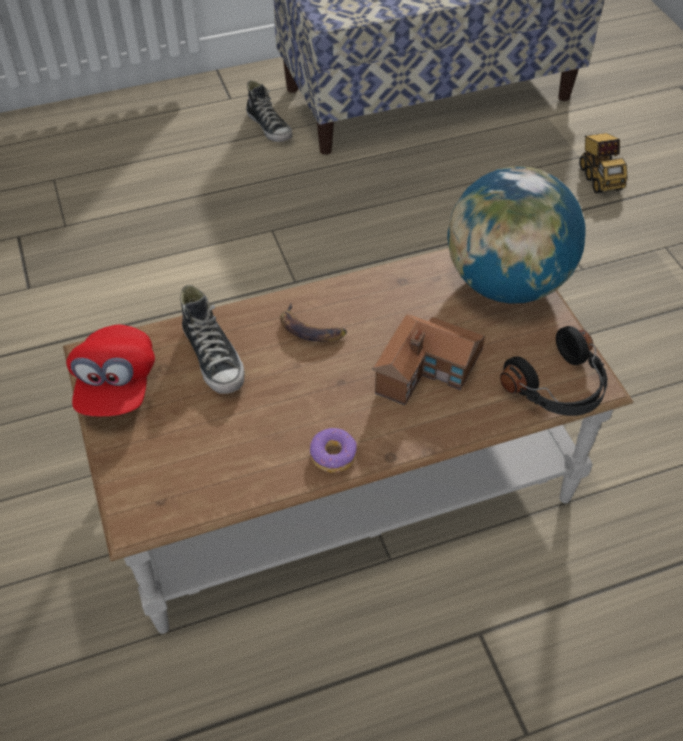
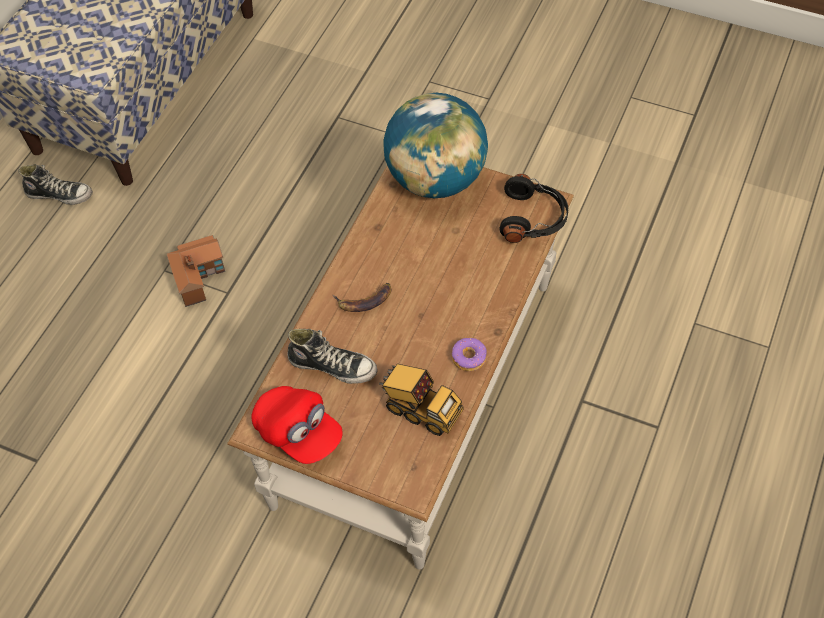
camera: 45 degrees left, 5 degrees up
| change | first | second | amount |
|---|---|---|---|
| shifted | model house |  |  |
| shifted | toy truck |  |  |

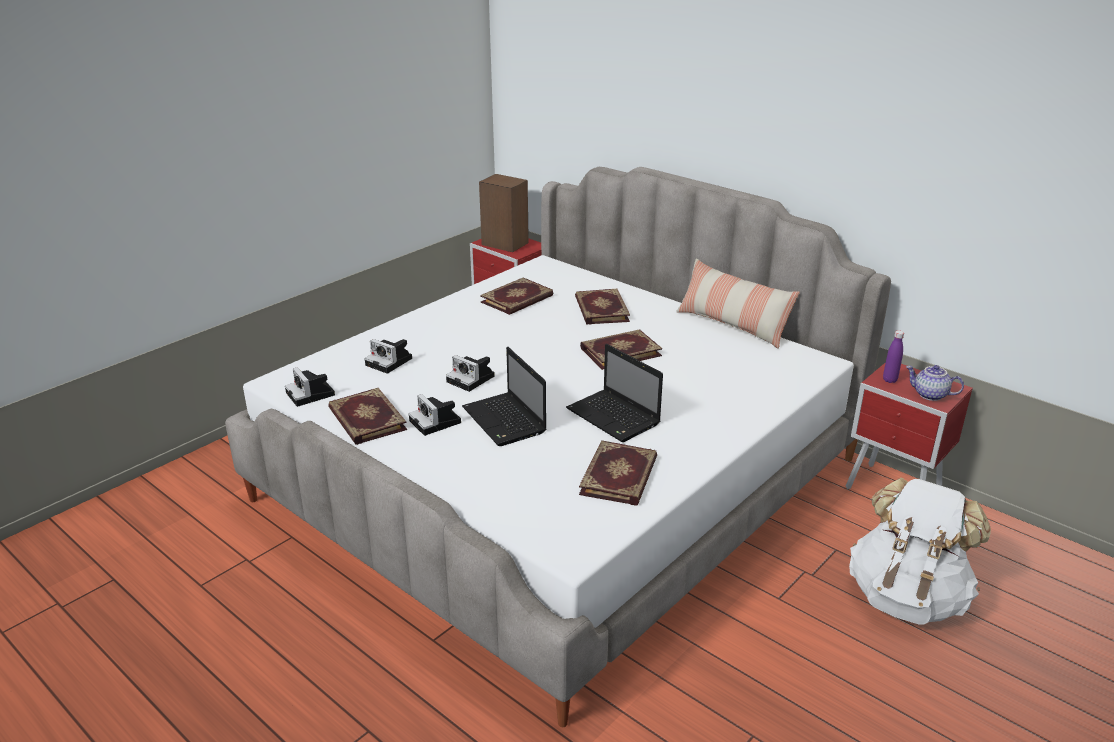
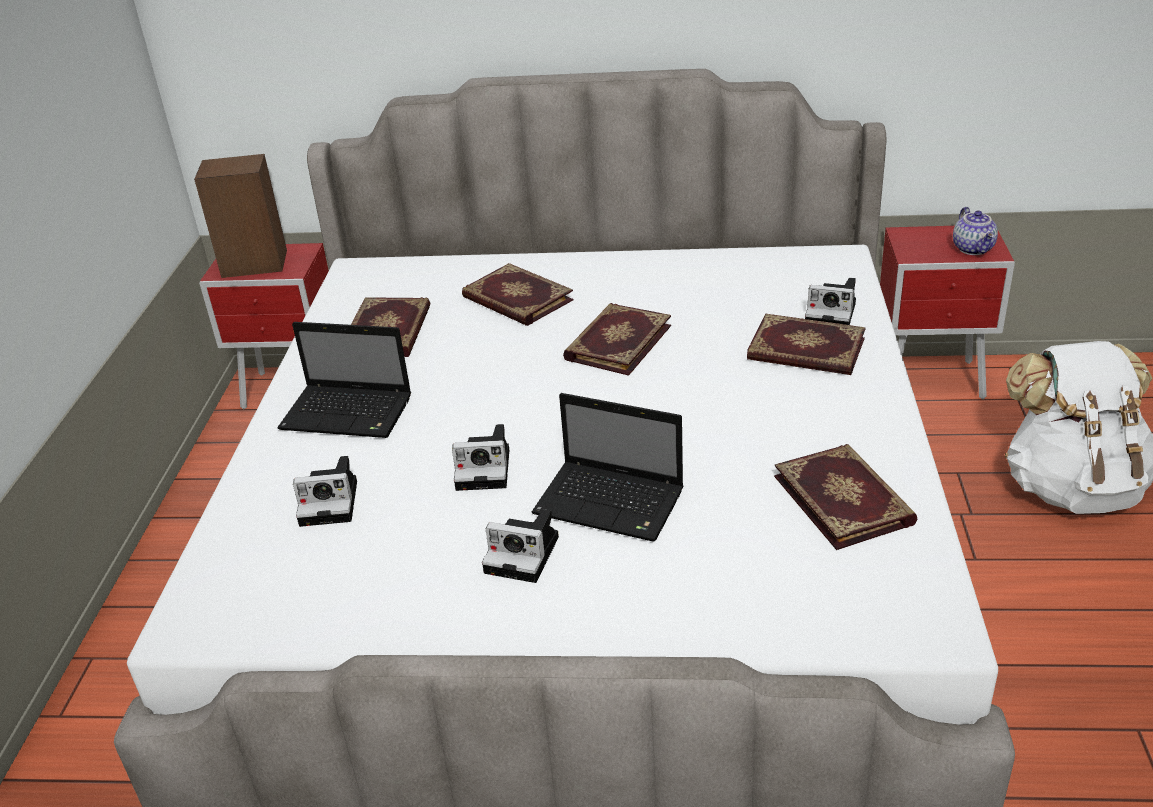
camera: 35 degrees left, 5 degrees up
| change | first | second | amount |
|---|---|---|---|
| shifted | notebook computer (no. 2 from left in the first image) | notebook computer (no. 1 from left) |  |
| shifted | volume (no. 1 from left in the first image) | volume (no. 4 from left) |  |
| shifted | still camera (no. 1 from left in the first image) | still camera (no. 4 from left) |  |
| rotated | tea pot |  | 90 degrees counterclockwise |
| gone | pillow |  |  |
| gone | purple-coloured drink bottle |  |  |

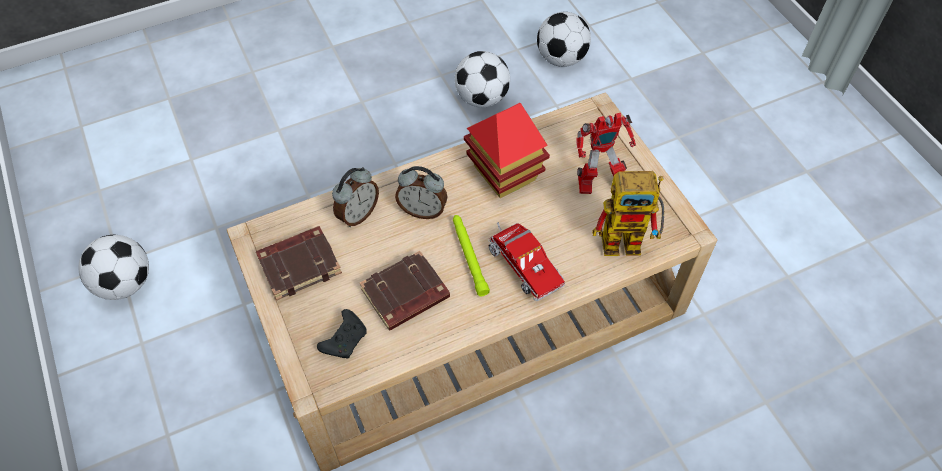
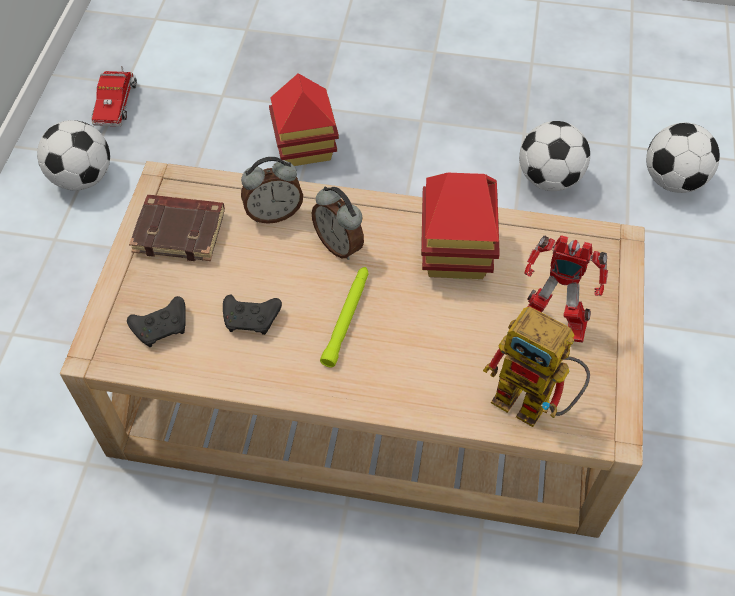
camera: 35 degrees right, 0 degrees up
| change | first | second | amount |
|---|---|---|---|
| shifted | toy truck |  |  |
| swapped | brownish volume (no. 2 from left) | black-coloured joypad (no. 2 from left) |  |
| new |  | model house (no. 1 from left) |  |

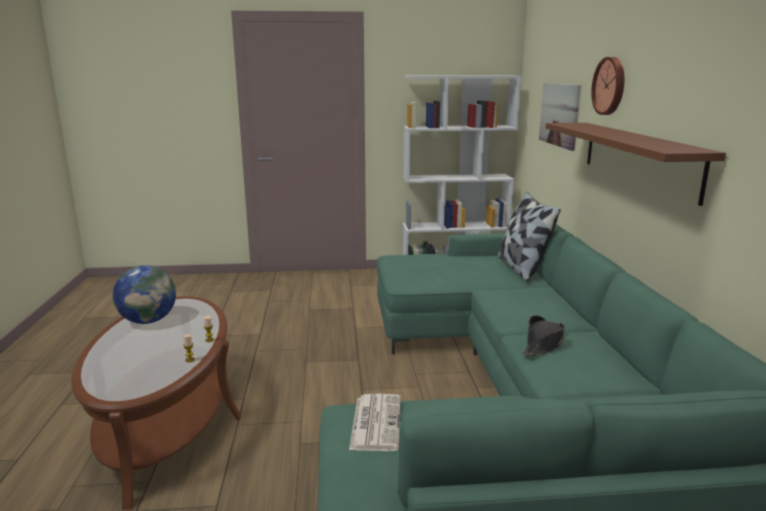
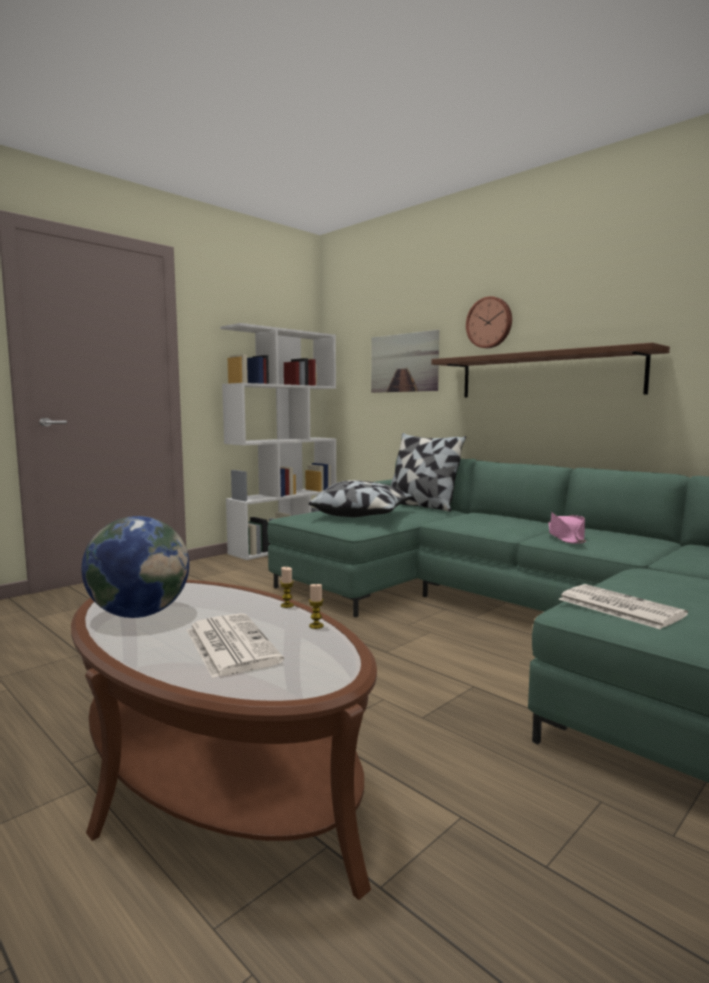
camera: 40 degrees left, 10 degrees down
| change | first | second | amount |
|---|---|---|---|
| new |  | daily paper (no. 1 from left) |  |
| new |  | pillow (no. 1 from left) |  |
| repainted | black-coloured hat | pink-coloured hat |  |

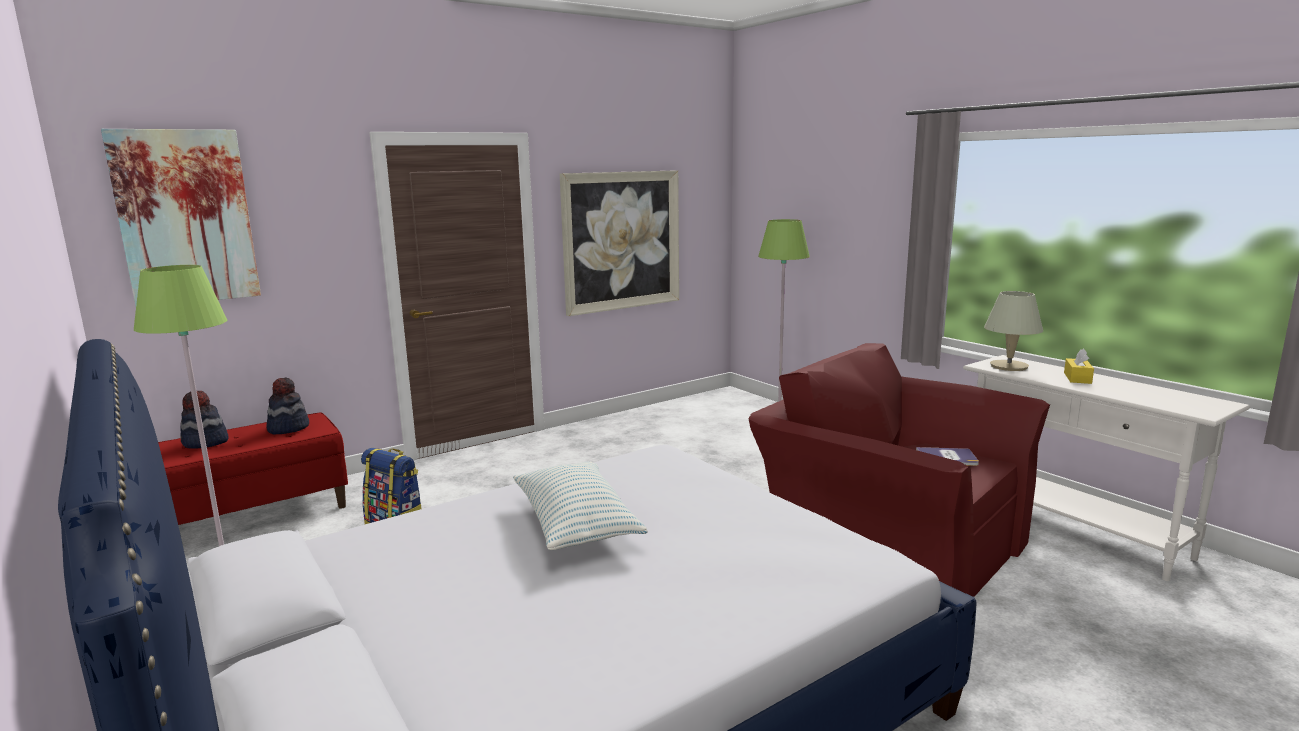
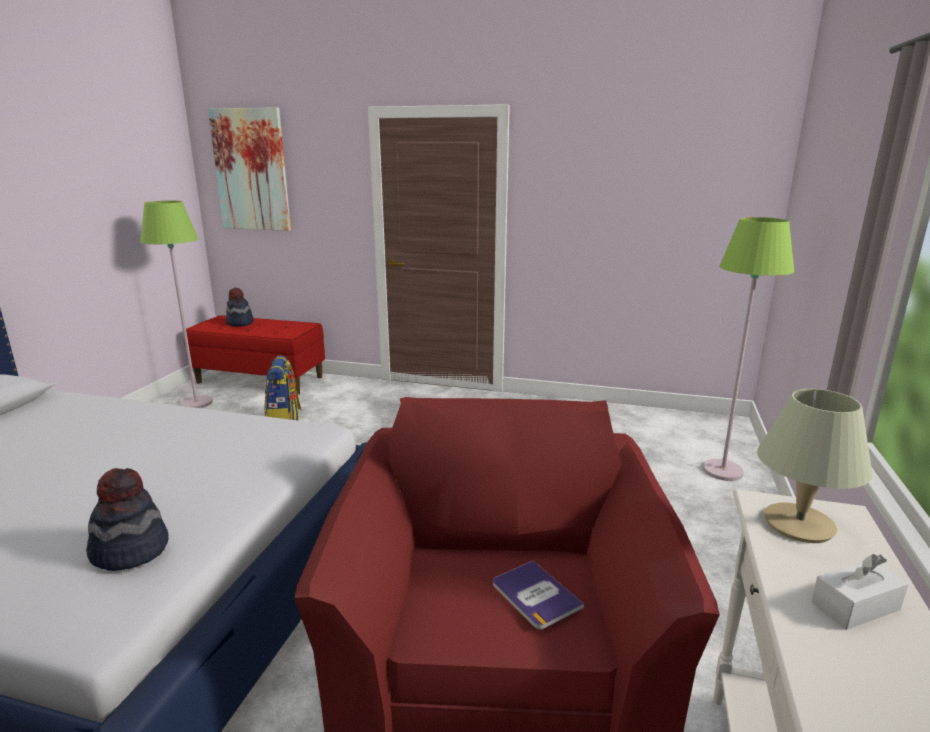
camera: 50 degrees right, 5 degrees up
| change | first | second | amount |
|---|---|---|---|
| shifted | hat (no. 2 from left in the first image) | hat (no. 1 from left) |  |
| repainted | yellowish tissue holder | whitish tissue holder |  |
| gone | pillow |  |  |
| gone | wall picture (no. 2 from left) |  |  |

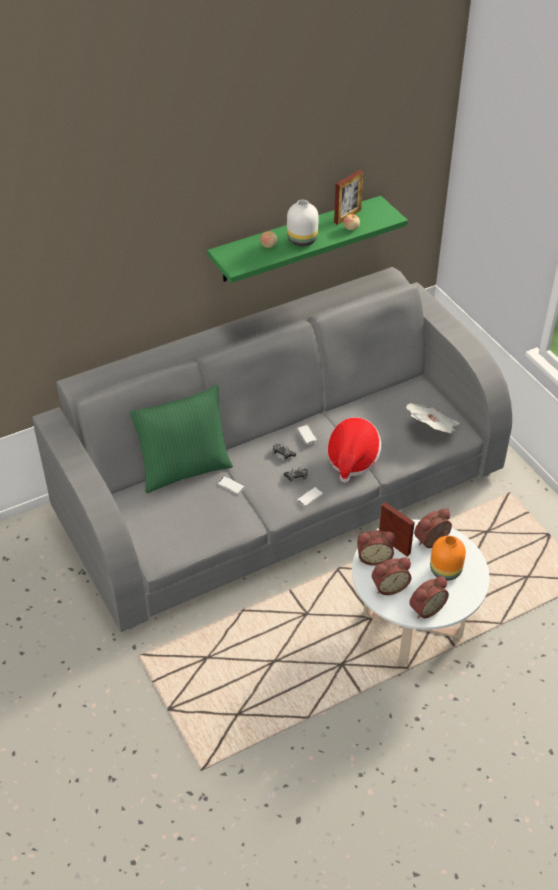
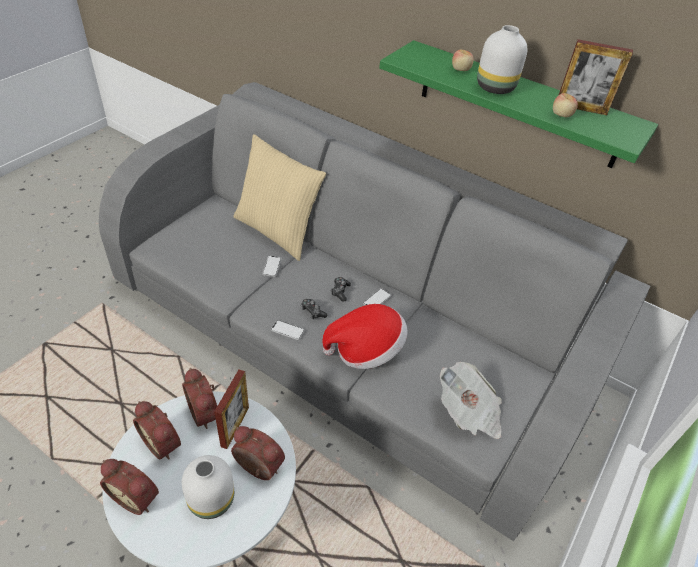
camera: 60 degrees right, 0 degrees up
| change | first | second | amount |
|---|---|---|---|
| repainted | orange-coloured decorative vase | whitish decorative vase (no. 1 from left) |  |
| repainted | greenish pillow | beige-coloured pillow |  |

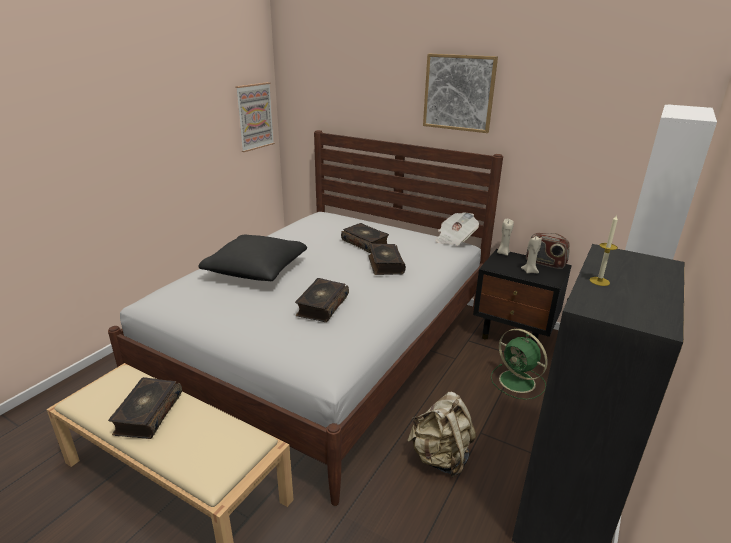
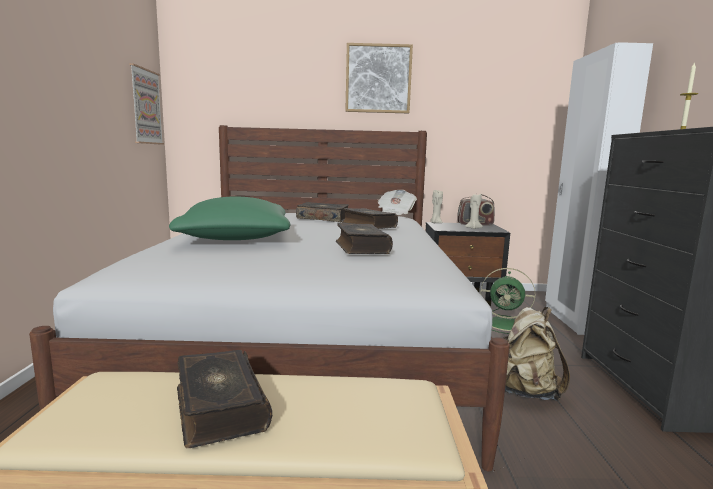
camera: 30 degrees left, 15 degrees down
| change | first | second | amount |
|---|---|---|---|
| repainted | black-coloured pillow | greenish pillow |  |

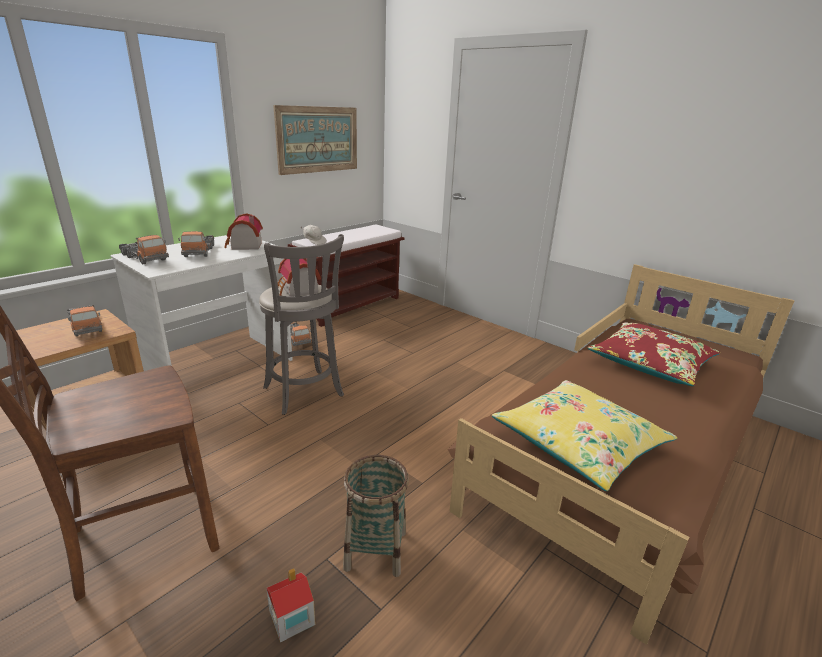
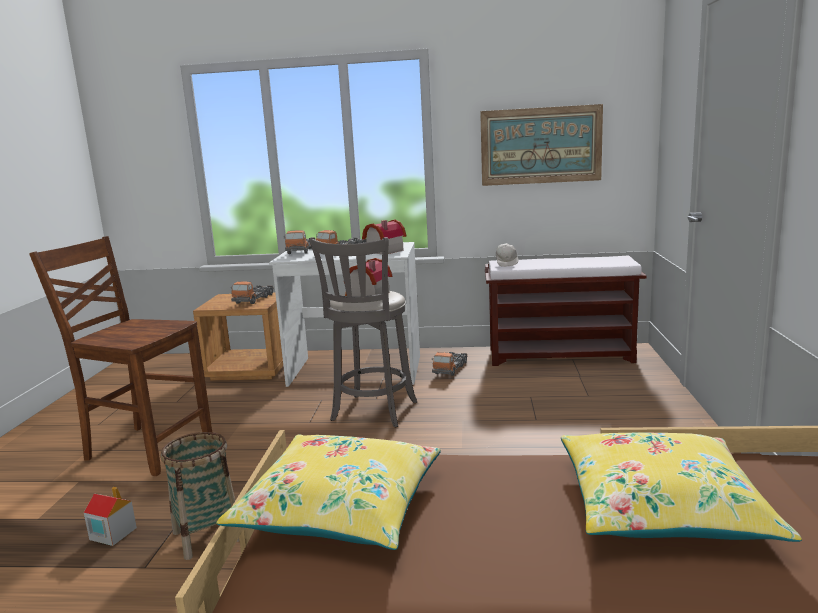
camera: 55 degrees right, 10 degrees down
| change | first | second | amount |
|---|---|---|---|
| repainted | red-coloured pillow | yellowish pillow (no. 2 from left) |  |

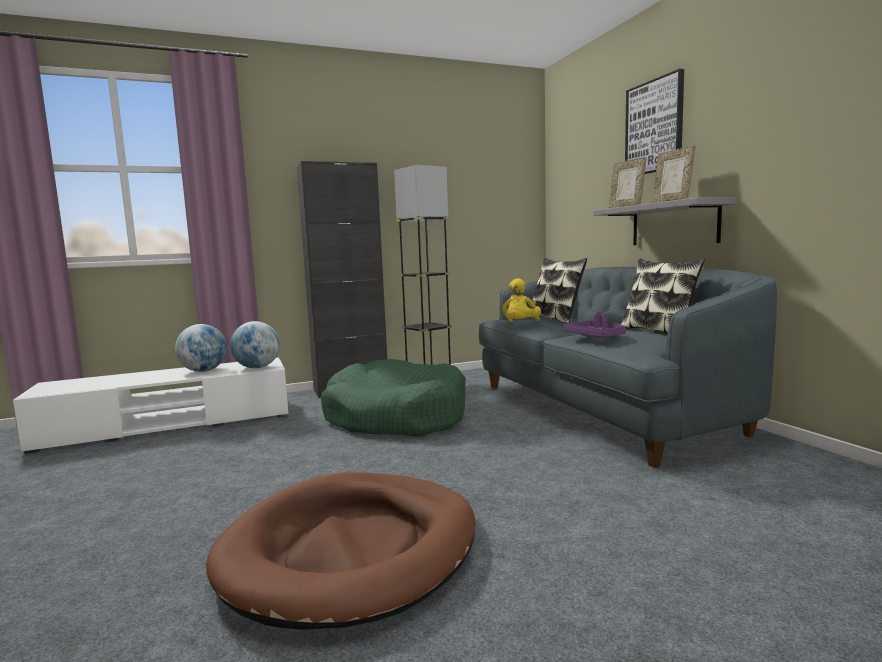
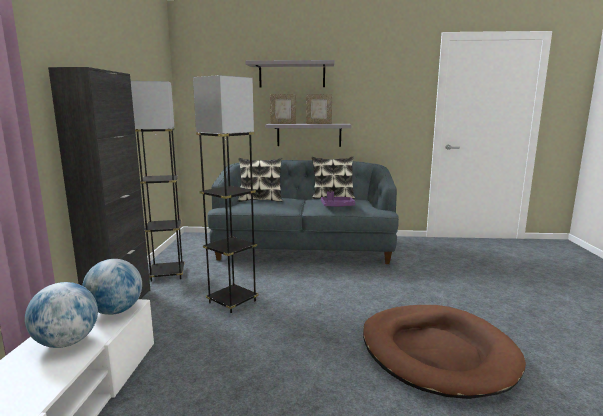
camera: 65 degrees left, 5 degrees up
| change | first | second | amount |
|---|---|---|---|
| swapped | greenish dog bed | grey standing lamp (no. 2 from left) |  |
| swapped | wall picture | grey shelf (no. 1 from left) |  |
| gone | yellowish soft toy |  |  |

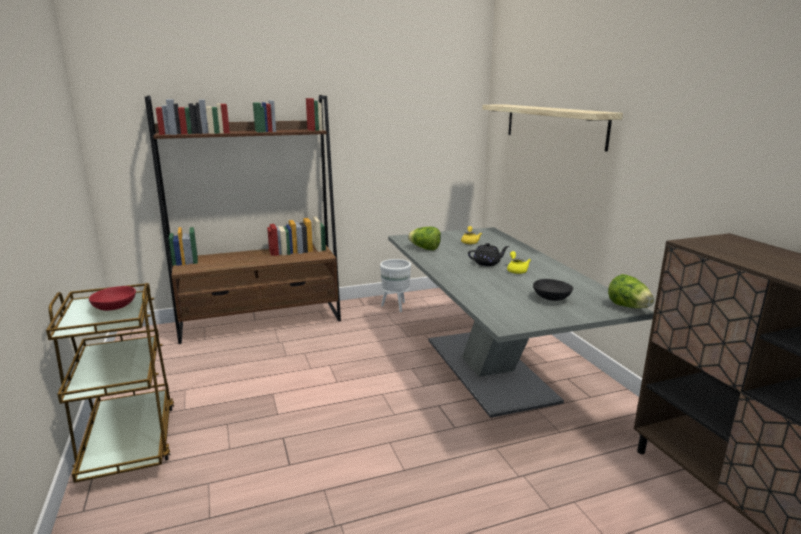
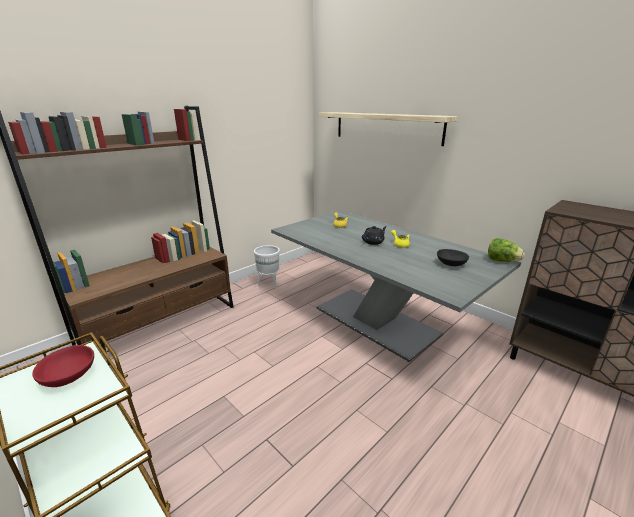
camera: 25 degrees left, 5 degrees up
| change | first | second | amount |
|---|---|---|---|
| gone | lettuce (no. 1 from left) |  |  |

